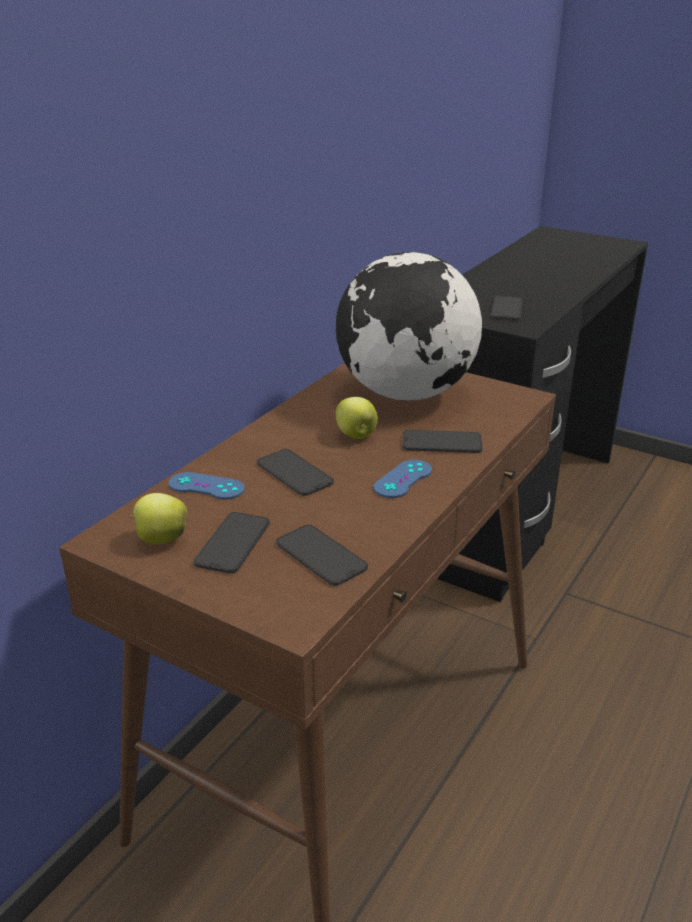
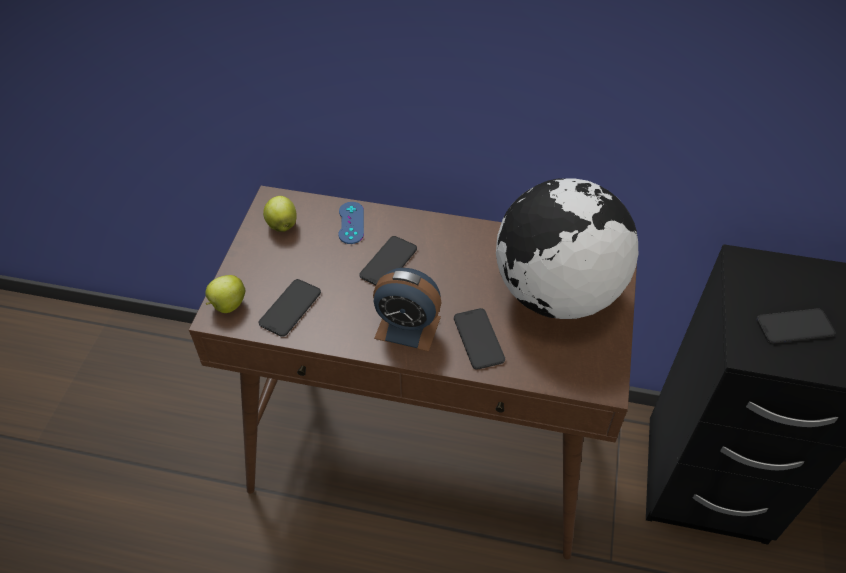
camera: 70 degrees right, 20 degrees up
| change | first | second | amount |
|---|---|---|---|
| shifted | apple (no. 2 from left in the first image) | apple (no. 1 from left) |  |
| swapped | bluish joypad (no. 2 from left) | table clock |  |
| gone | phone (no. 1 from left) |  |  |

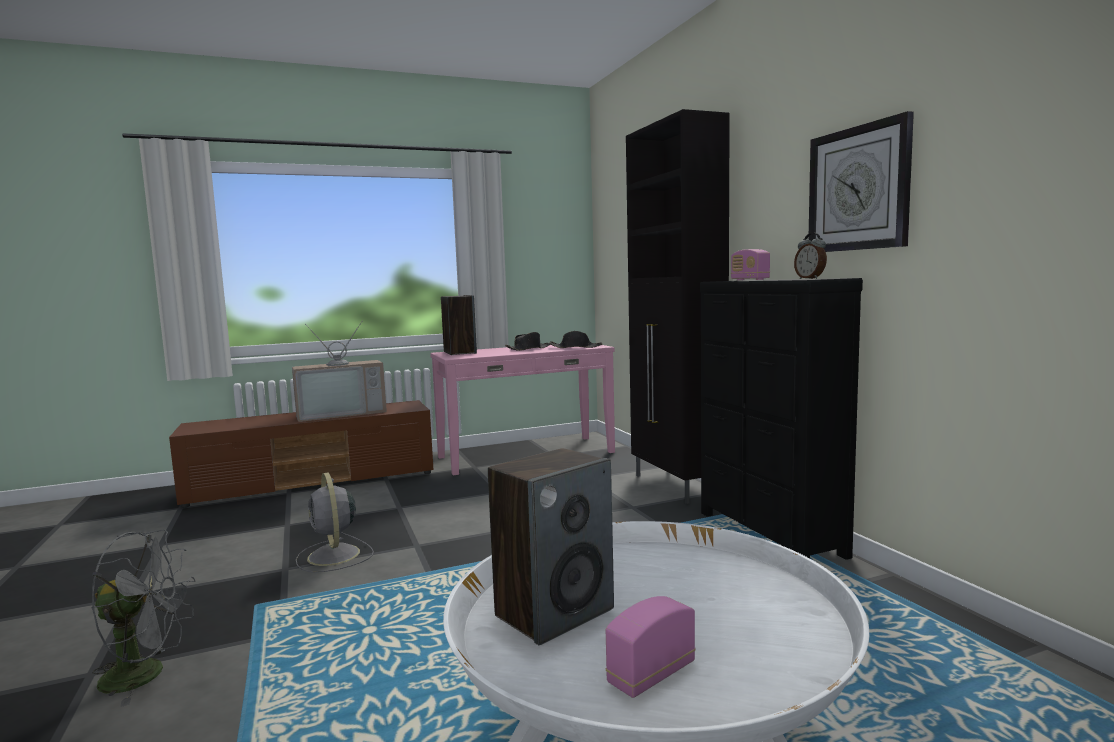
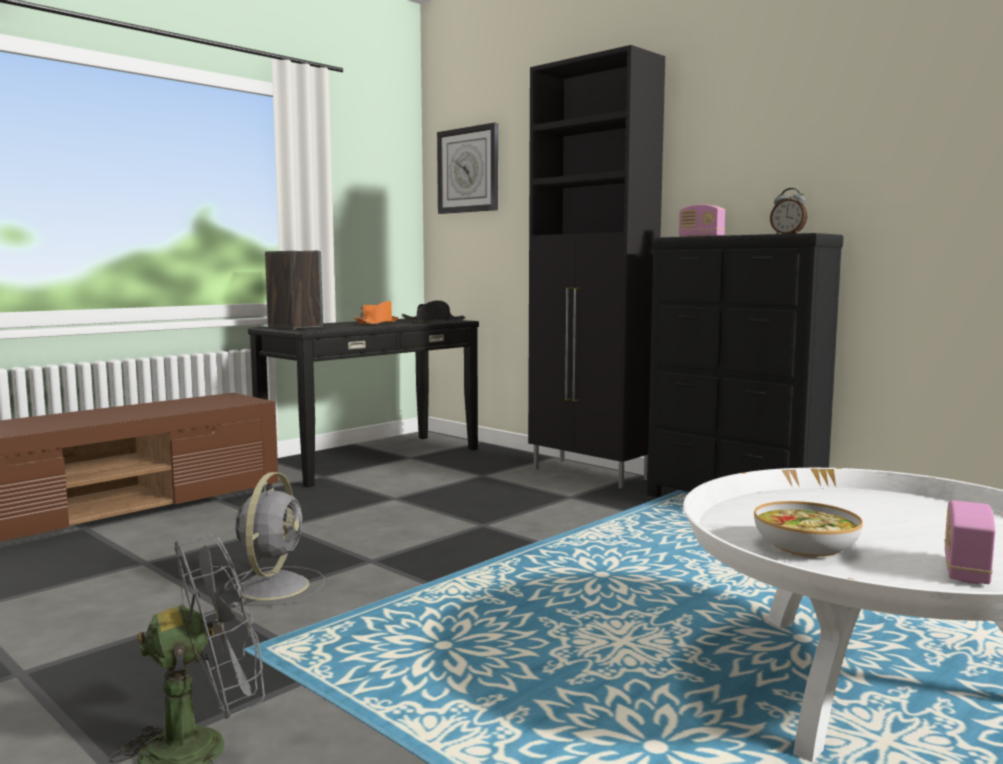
camera: 25 degrees left, 0 degrees up
| change | first | second | amount |
|---|---|---|---|
| rotated | grey electric fan (no. 2 from left) |  | 120 degrees counterclockwise |
| repainted | pink-coloured console table | black-coloured console table |  |
| repainted | black-coloured hat (no. 1 from left) | orange-coloured hat |  |
| shifted | clock on the wall |  |  |
| swapped | speaker (no. 2 from left) | deep dish |  |
| gone | TV |  |  |

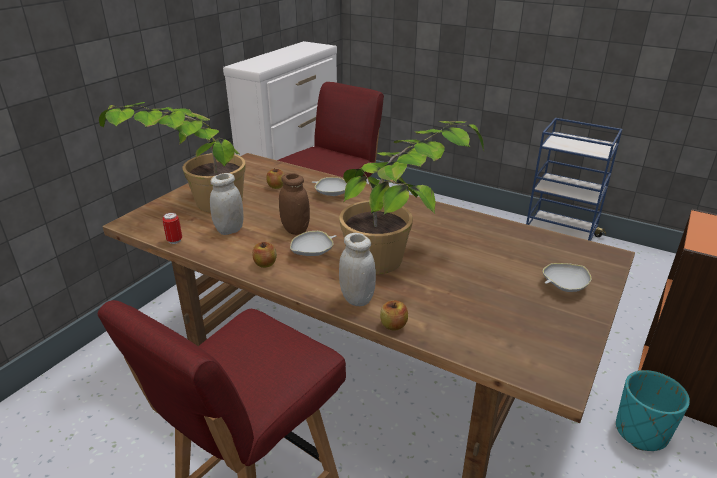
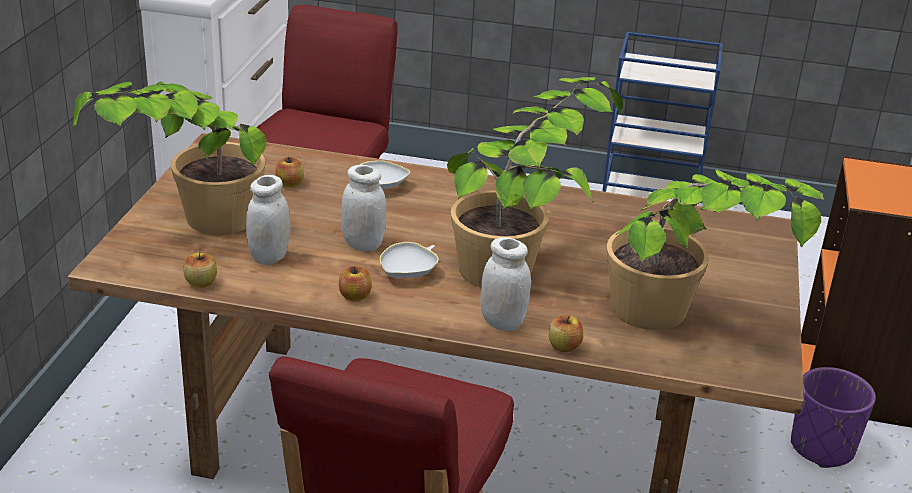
camera: 20 degrees left, 0 degrees up
| change | first | second | amount |
|---|---|---|---|
| swapped | sealed can | apple (no. 1 from left) |  |
| repainted | brownish jar | whitish jar (no. 2 from left) |  |
| new |  | potted plant (no. 3 from left) |  |
| repainted | turquoise-coloured plant pot | purple-coloured plant pot |  |
| gone | whitish deep dish (no. 3 from left) |  |  |

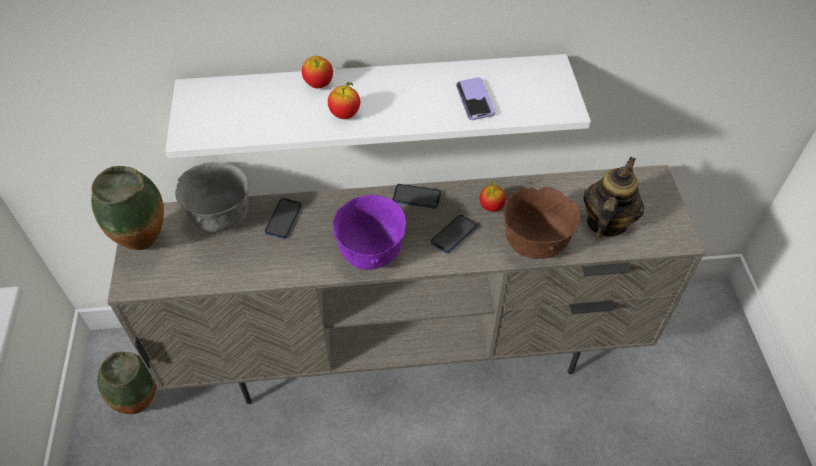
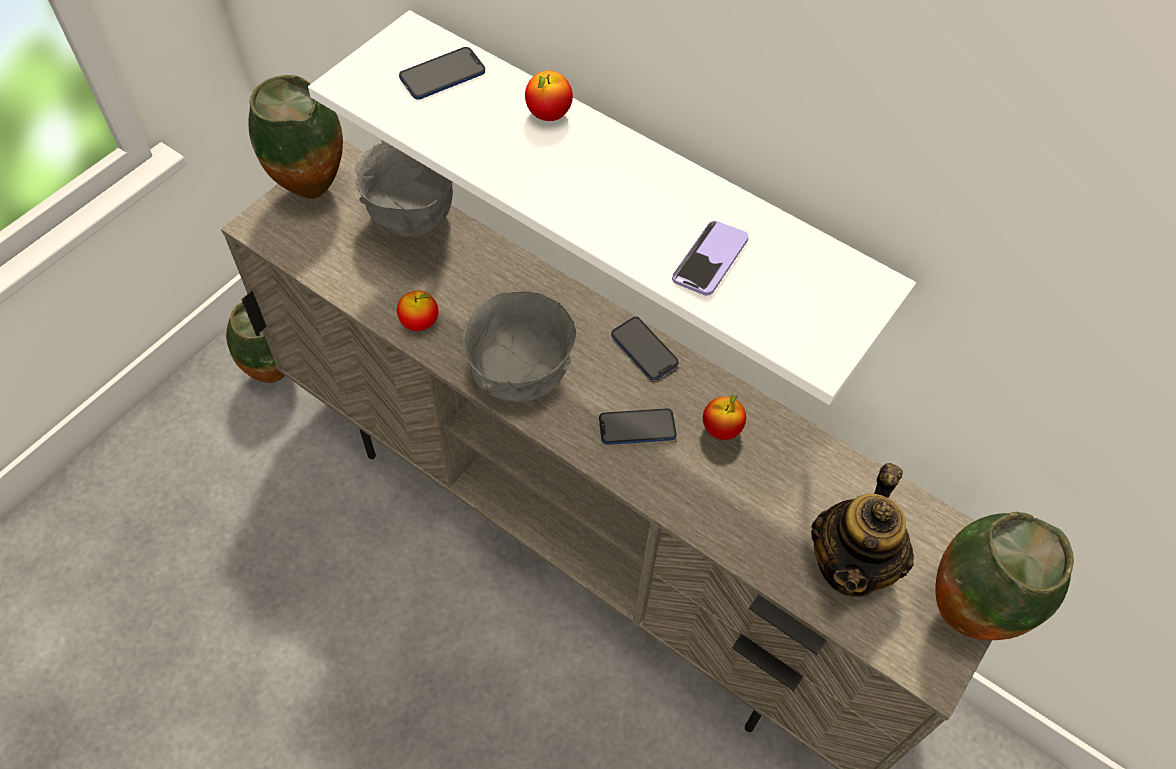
camera: 40 degrees right, 5 degrees up
| change | first | second | amount |
|---|---|---|---|
| shifted | apple (no. 2 from left in the first image) | apple (no. 1 from left) |  |
| shifted | phone (no. 1 from left) |  |  |
| repainted | purple-coloured deep dish | grey deep dish (no. 2 from left) |  |
| rotated | tea pot |  | 135 degrees clockwise |
| new |  | decorative vase (no. 3 from left) |  |
| gone | brownish deep dish |  |  |

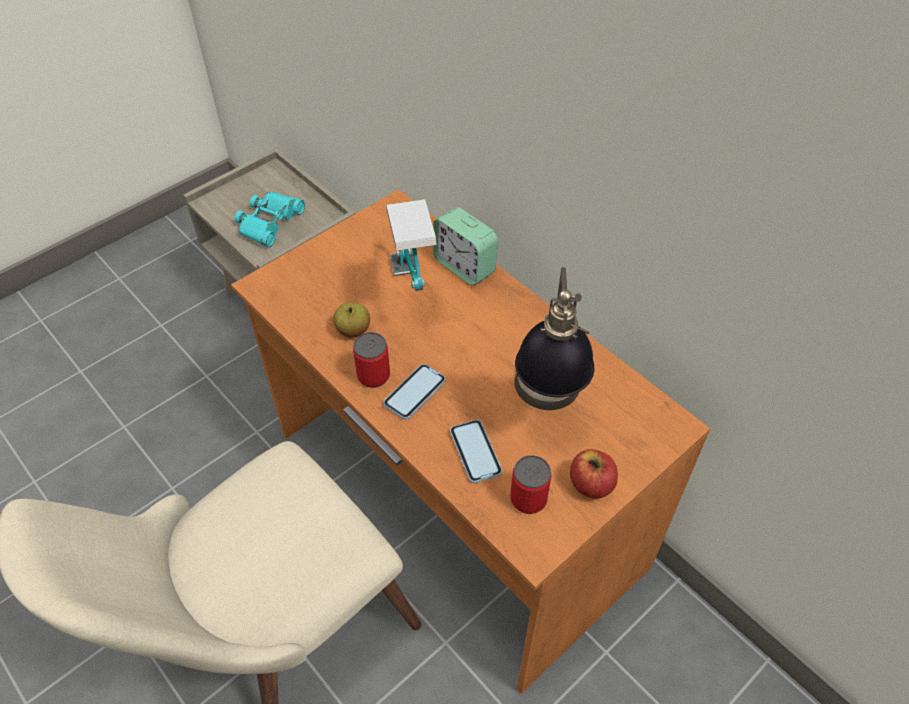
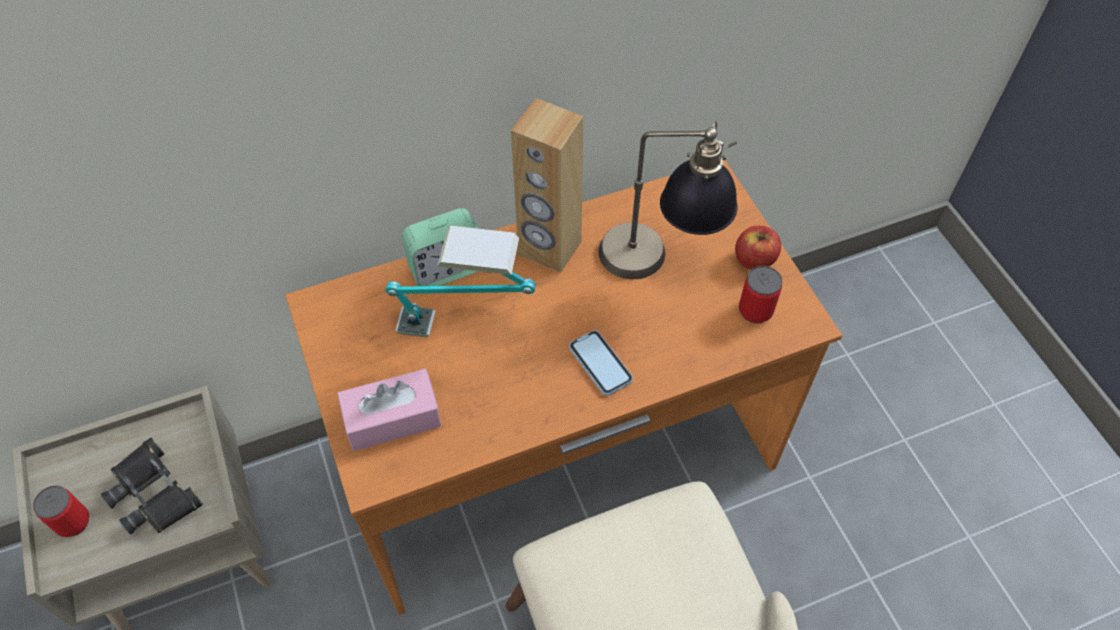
camera: 70 degrees left, 5 degrees up
| change | first | second | amount |
|---|---|---|---|
| shifted | sealed can (no. 1 from left) |  |  |
| repainted | turquoise-coloured pair of binoculars | black-coloured pair of binoculars |  |
| new |  | pink-coloured tissue holder |  |
| new |  | brownish speaker |  |
| gone | apple (no. 1 from left) |  |  |
| gone | phone (no. 2 from left) |  |  |

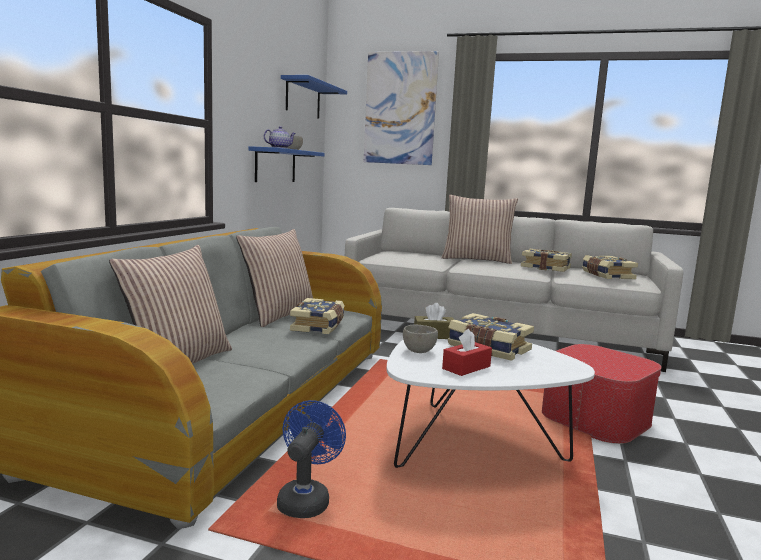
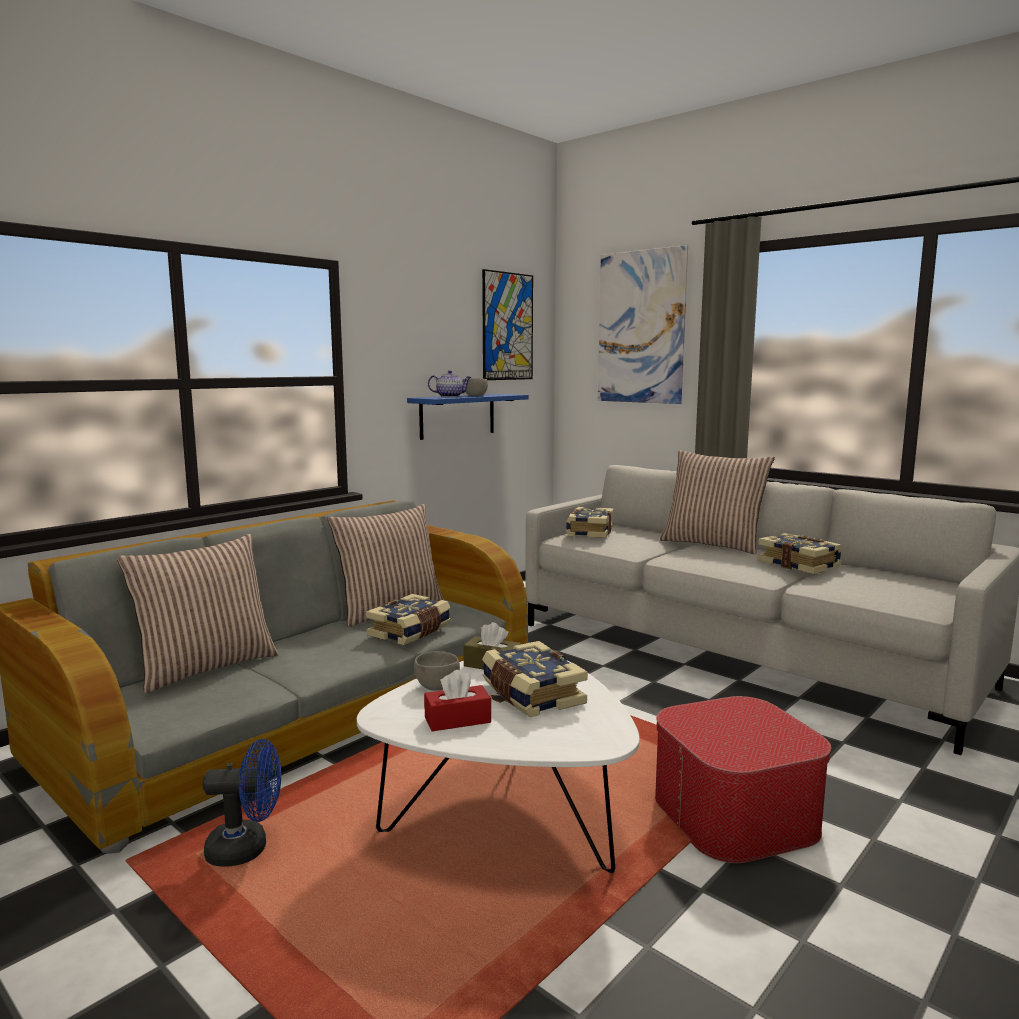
camera: 25 degrees right, 0 degrees up
| change | first | second | amount |
|---|---|---|---|
| rotated | bluish electric fan |  | 45 degrees clockwise |
| swapped | bluish shelf (no. 2 from left) | wall picture (no. 1 from left) |  |
| shifted | volume (no. 4 from left in the first image) | volume (no. 3 from left) |  |

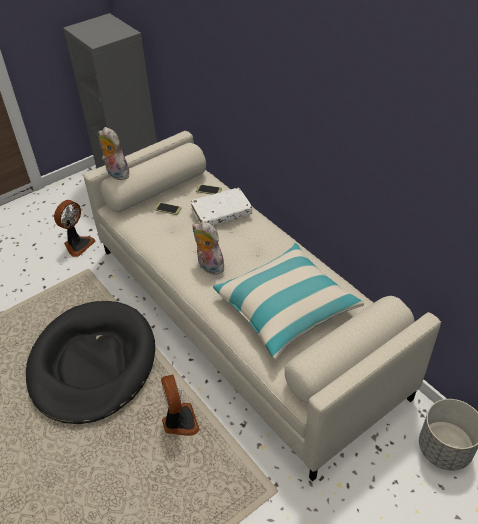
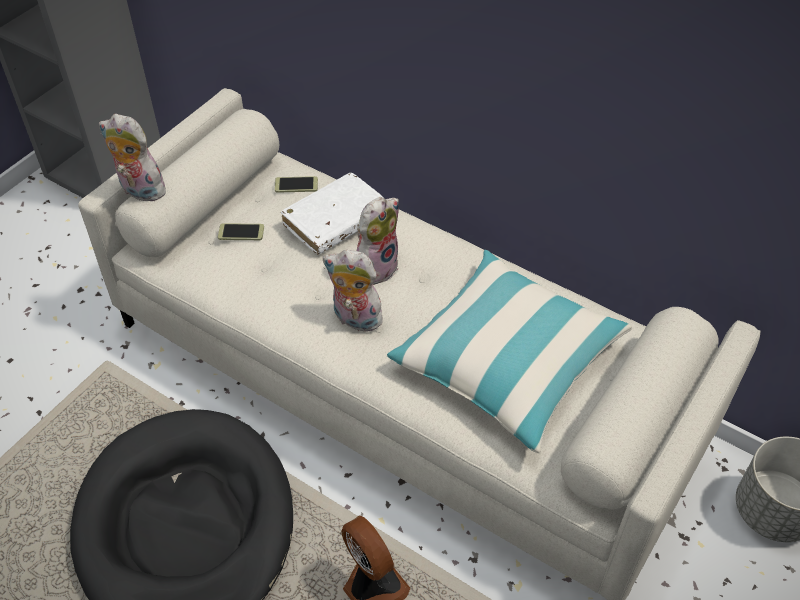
camera: 20 degrees left, 5 degrees up
| change | first | second | amount |
|---|---|---|---|
| new |  | soft toy (no. 3 from left) |  |
| gone | electric fan (no. 1 from left) |  |  |

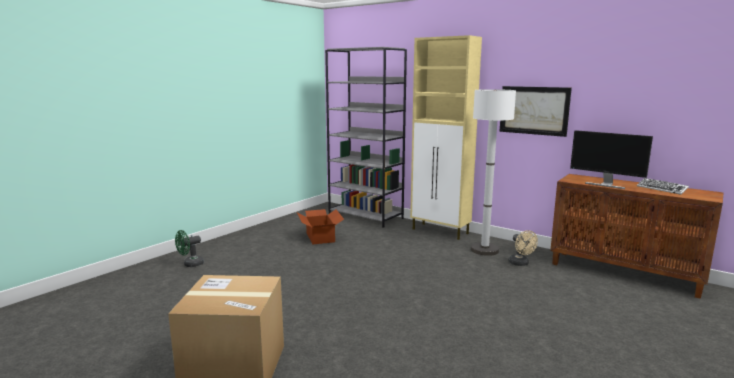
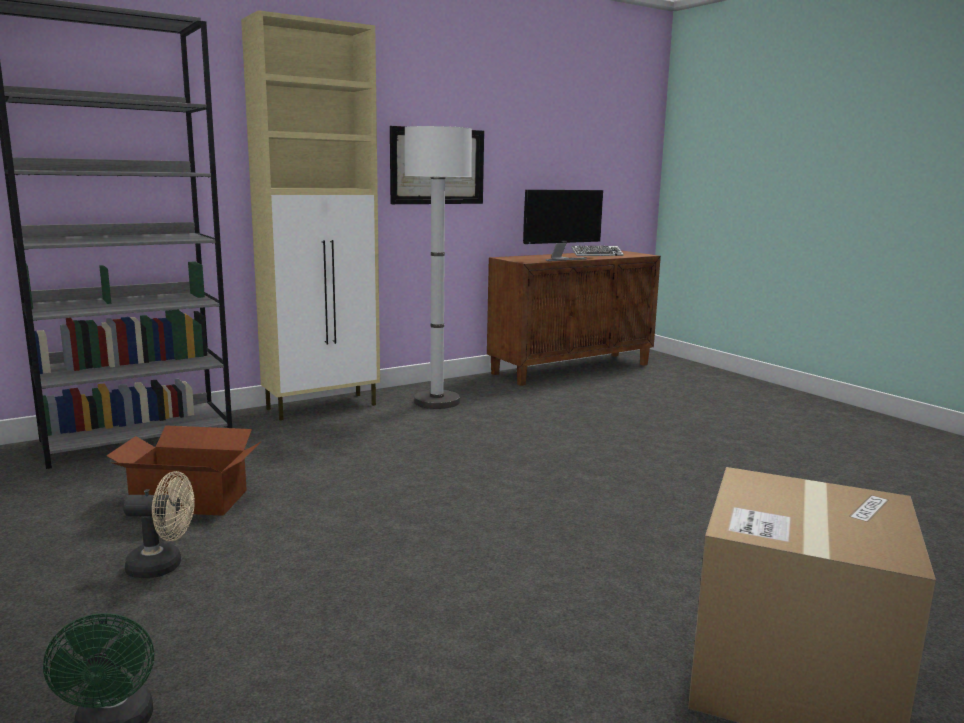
camera: 70 degrees left, 0 degrees up
| change | first | second | amount |
|---|---|---|---|
| shifted | beige-coloured electric fan |  |  |

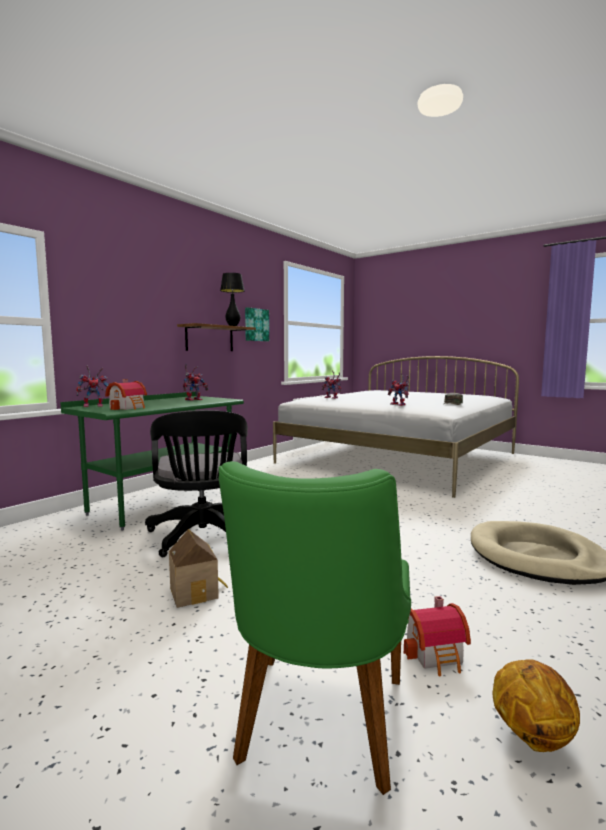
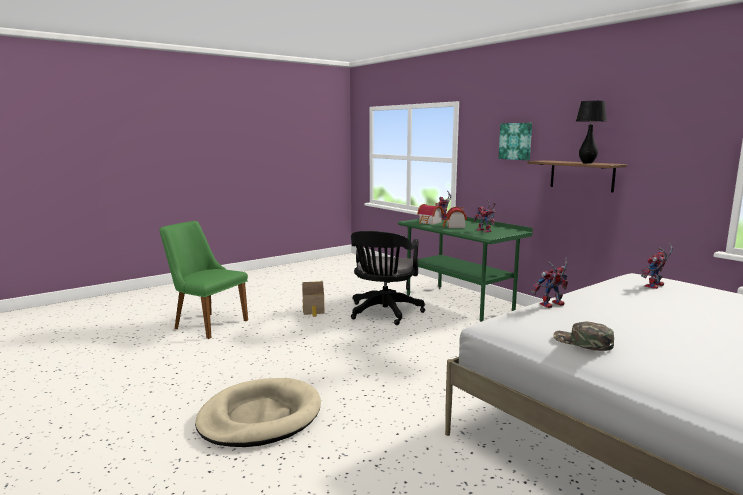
camera: 105 degrees right, 5 degrees up
| change | first | second | amount |
|---|---|---|---|
| rotated | black-coloured office chair |  | 75 degrees counterclockwise |
| shifted | model house (no. 3 from left) |  |  |
| shifted | wall picture |  |  |
| gone | basketball |  |  |

